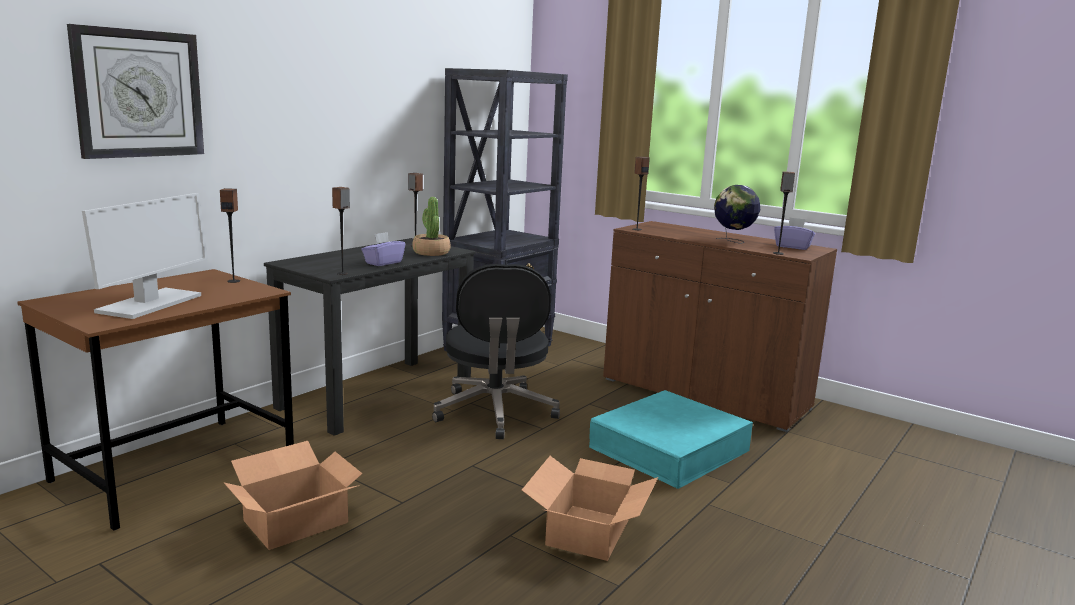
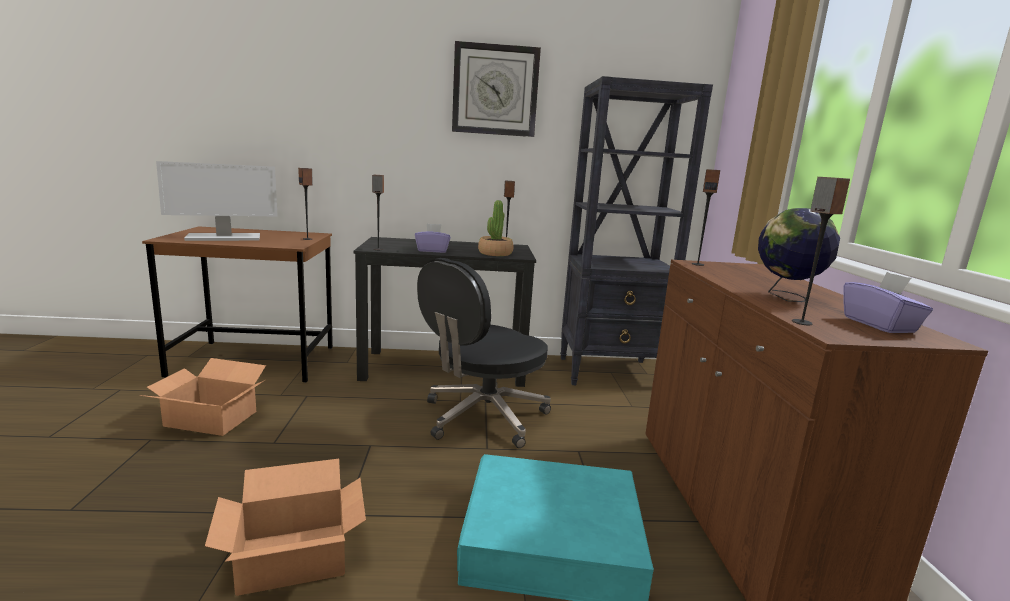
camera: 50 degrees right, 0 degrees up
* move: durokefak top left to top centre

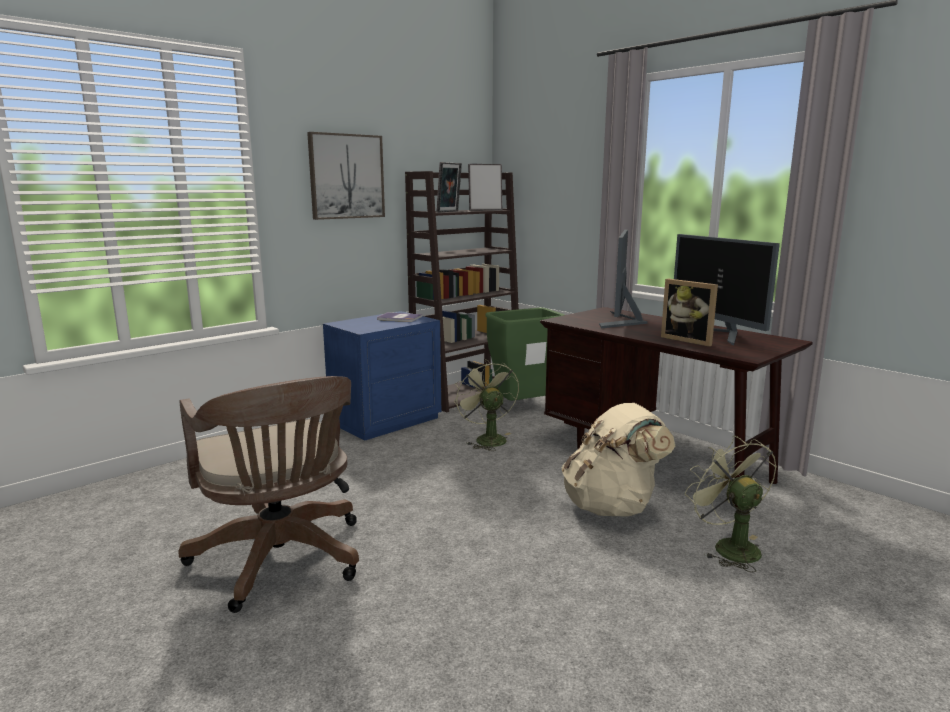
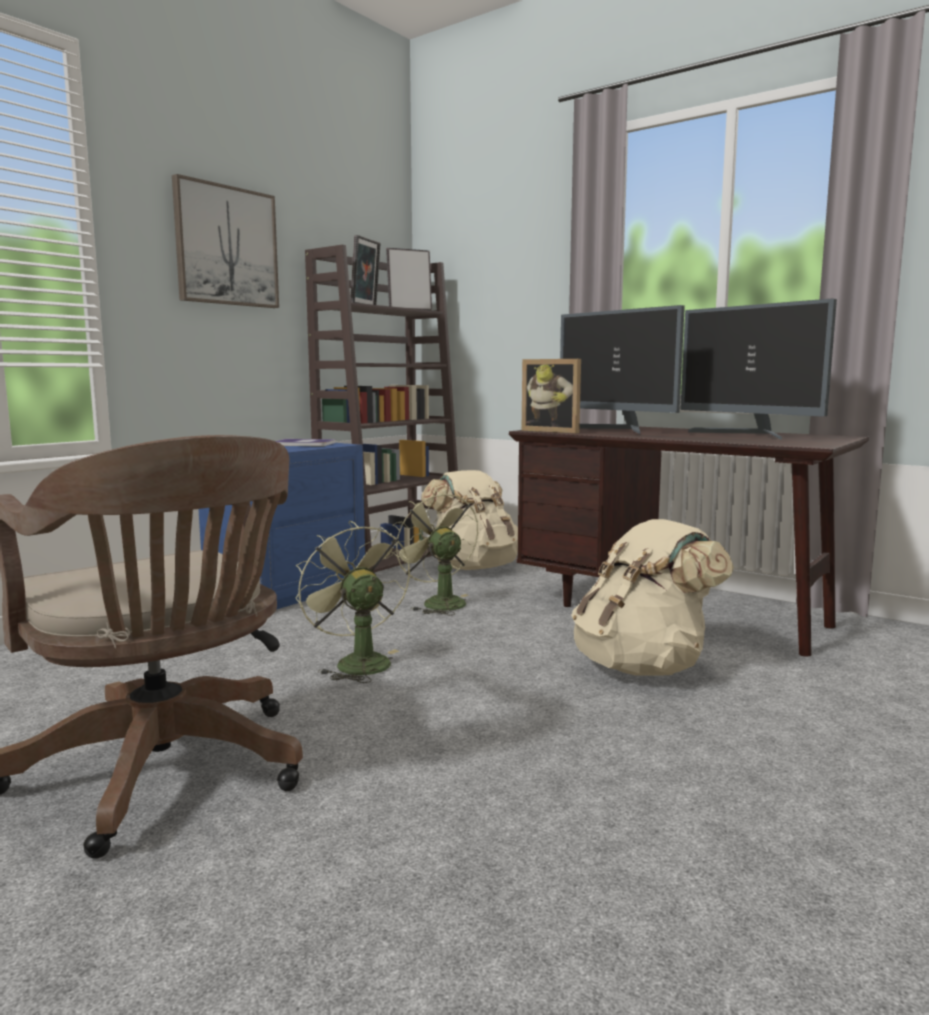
camera: 10 degrees left, 5 degrees down
* move: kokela (3rd from left) middle right to centre
* move: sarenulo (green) (2nd from left in the first image) bottom right to sarenulo (green) (1st from left) centre
* replace: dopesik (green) centre to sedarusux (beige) (1st from left) centre
* rotate: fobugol (1st from left) centre = middle right 45 degrees counterclockwise

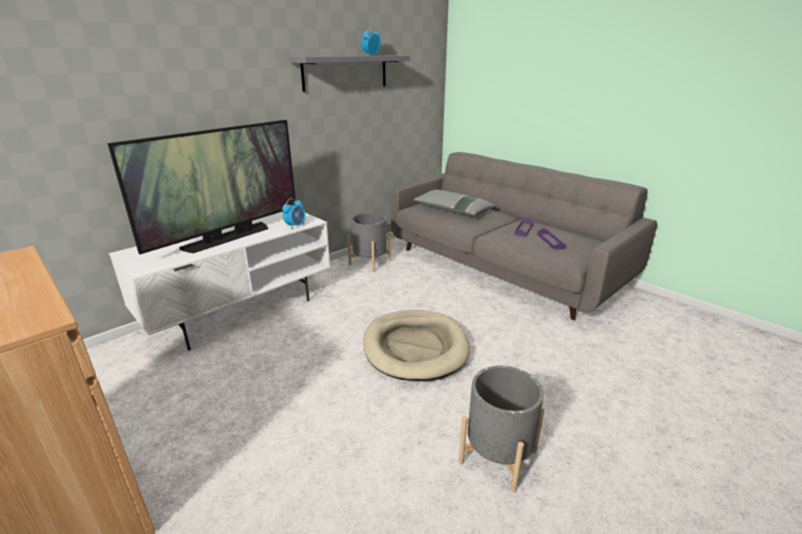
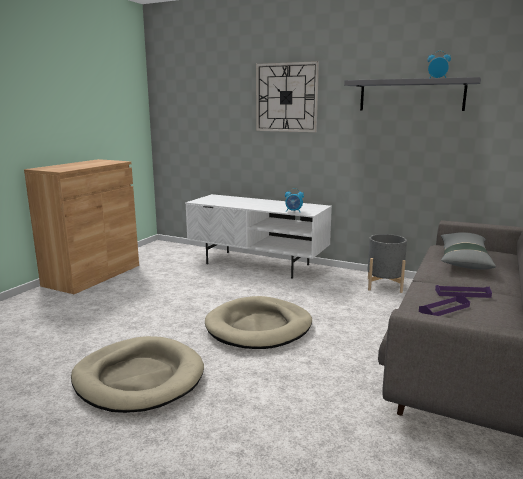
camera: 70 degrees right, 10 degrees down
* delete: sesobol middle left
* insert: durokefak top centre
* replace: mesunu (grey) (2nd from left) bottom centre to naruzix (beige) (1st from left) bottom left

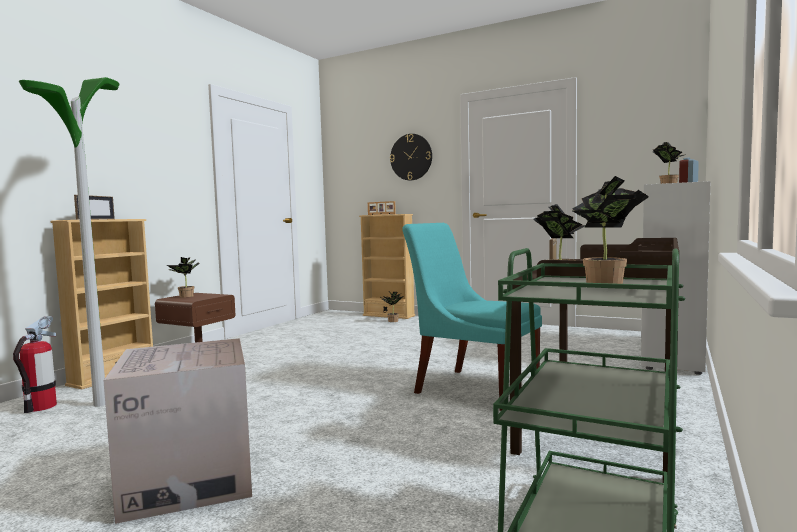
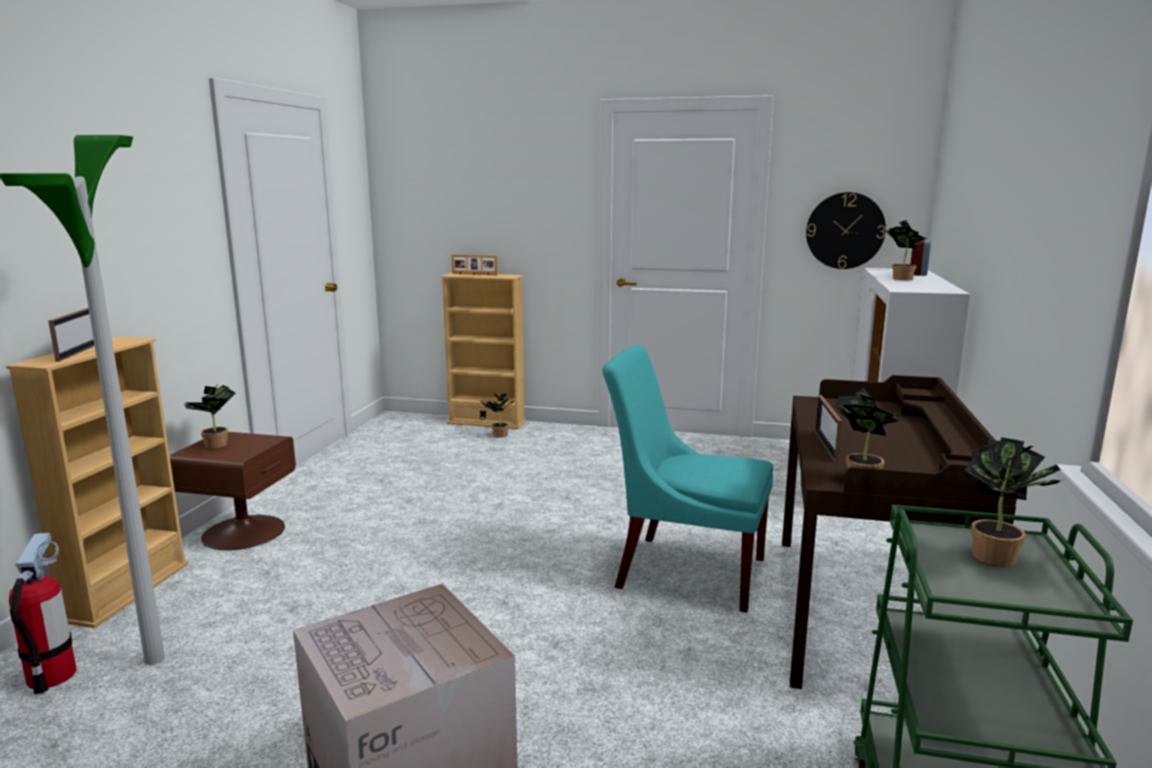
camera: 15 degrees left, 10 degrees up
* move: durokefak top centre to top right

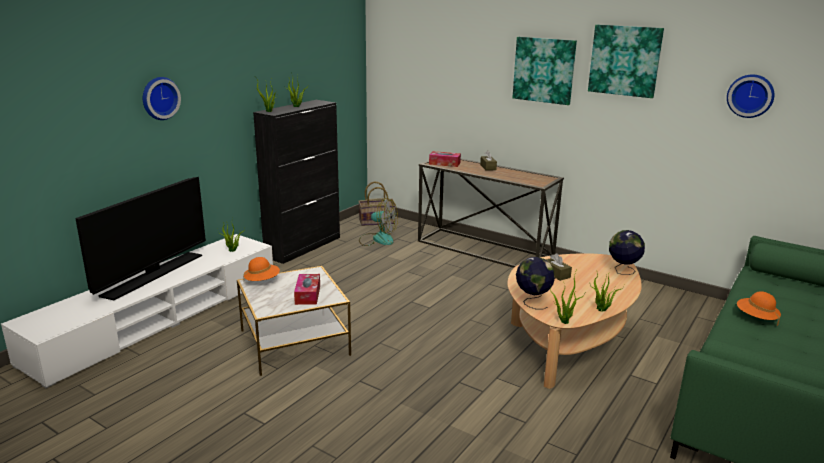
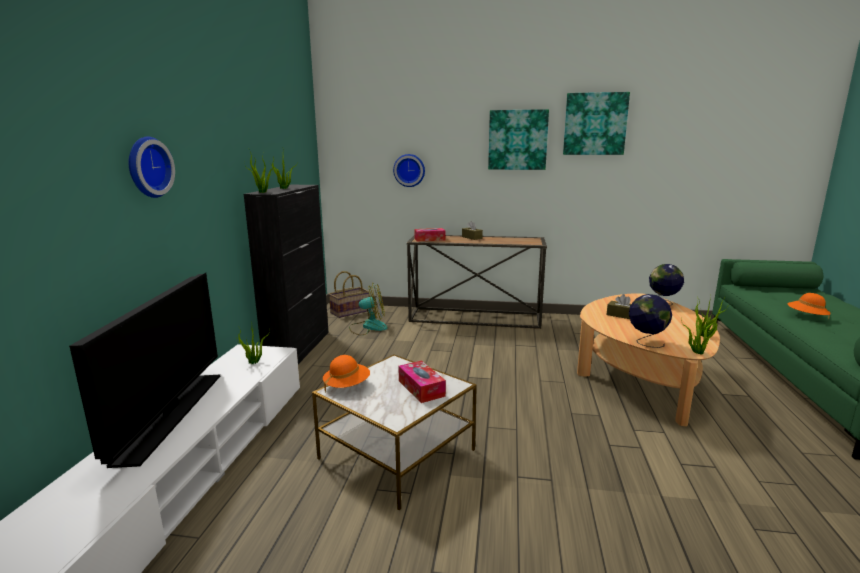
camera: 25 degrees left, 5 degrees down
* move: durokefak (2nd from left) top right to top centre

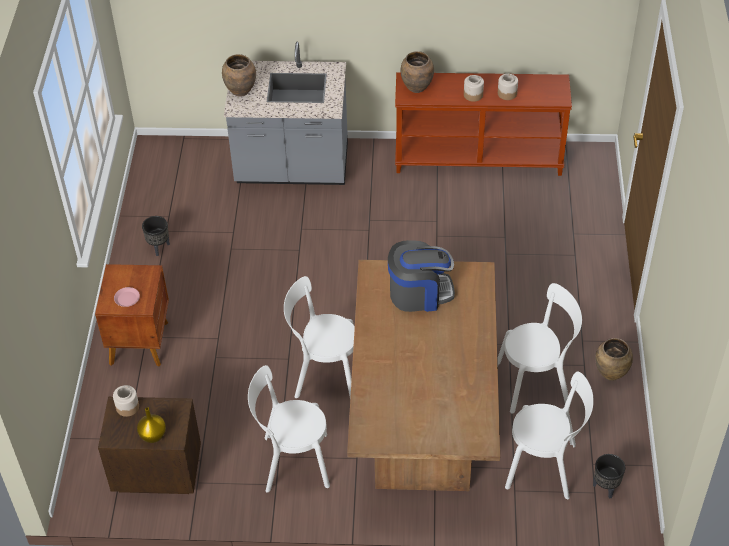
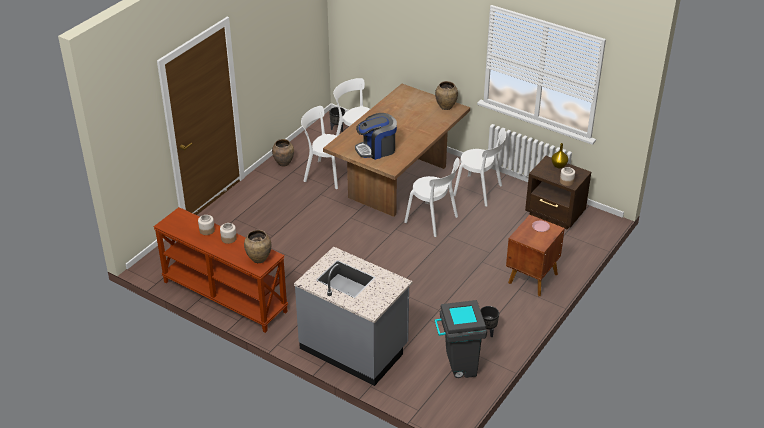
camera: 150 degrees left, 10 degrees down
* insert: dopesik (grey) bottom centre
* move: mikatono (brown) (1st from left in the first image) top left to mikatono (brown) (3rd from left) top centre
* rotate: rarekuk centre = top centre 45 degrees counterclockwise

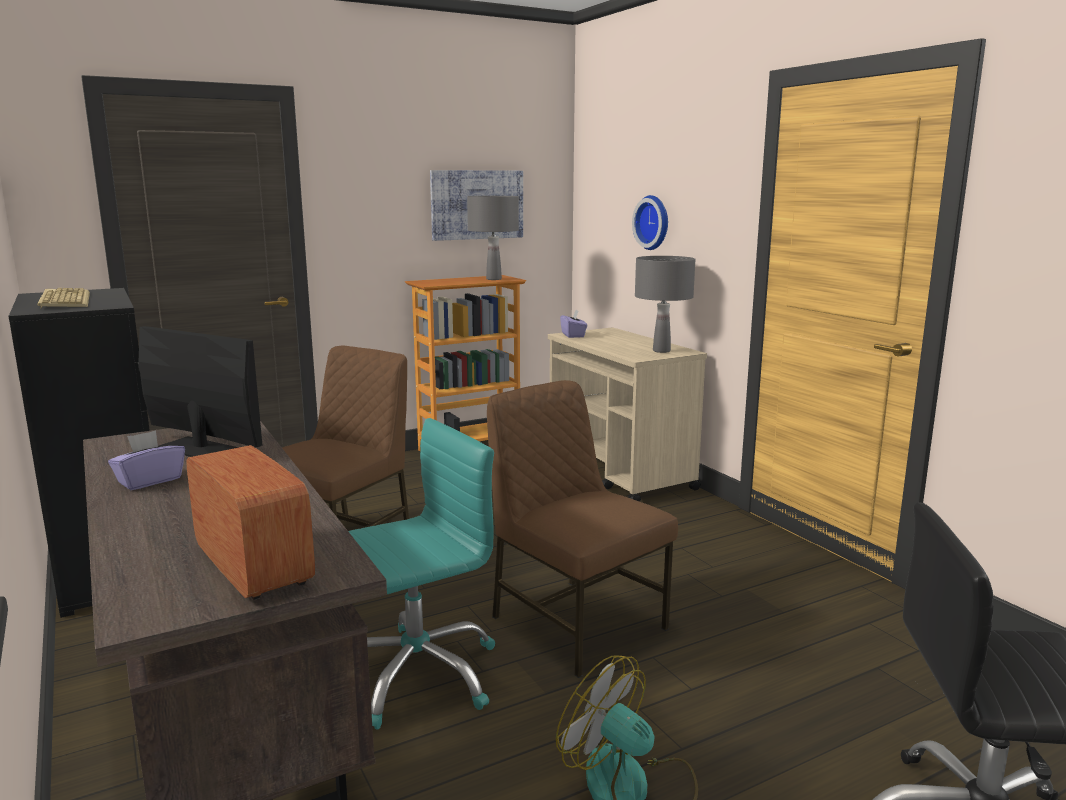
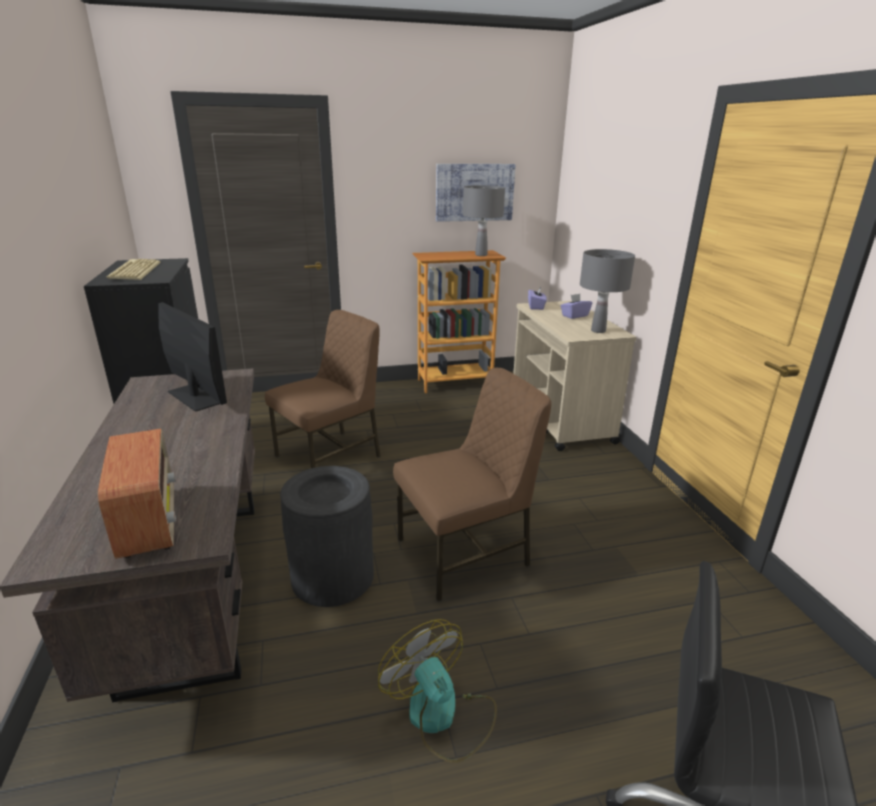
camera: 15 degrees right, 10 degrees up
* delete: durokefak top centre
* move: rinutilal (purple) (1st from left in the first image) middle left to rinutilal (purple) (2nd from left) centre
* replace: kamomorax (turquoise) bottom centre to dopesik (black) centre
* rotate: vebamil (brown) (2nd from left) centre = centre 90 degrees clockwise

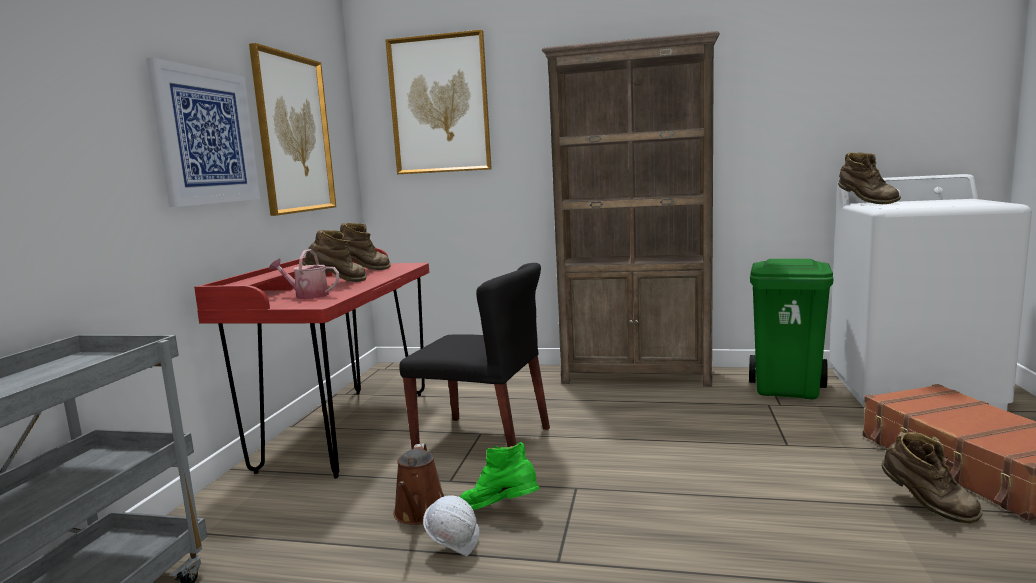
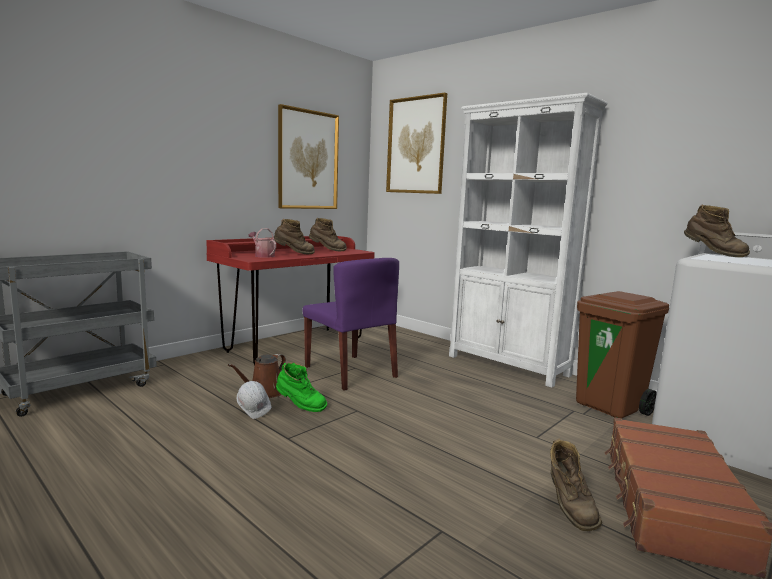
camera: 30 degrees right, 0 degrees up
* delete: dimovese (1st from left) top left
* recolor: vebamil (black) centre to vebamil (purple) centre
* recolor: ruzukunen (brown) centre to ruzukunen (white) middle right
* recolor: dopesik (green) middle right to dopesik (brown) middle right
* rotate: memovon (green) bottom centre = bottom centre 150 degrees clockwise
* rotate: memovon (brown) (3rd from left in the first image) top right = middle right 45 degrees counterclockwise

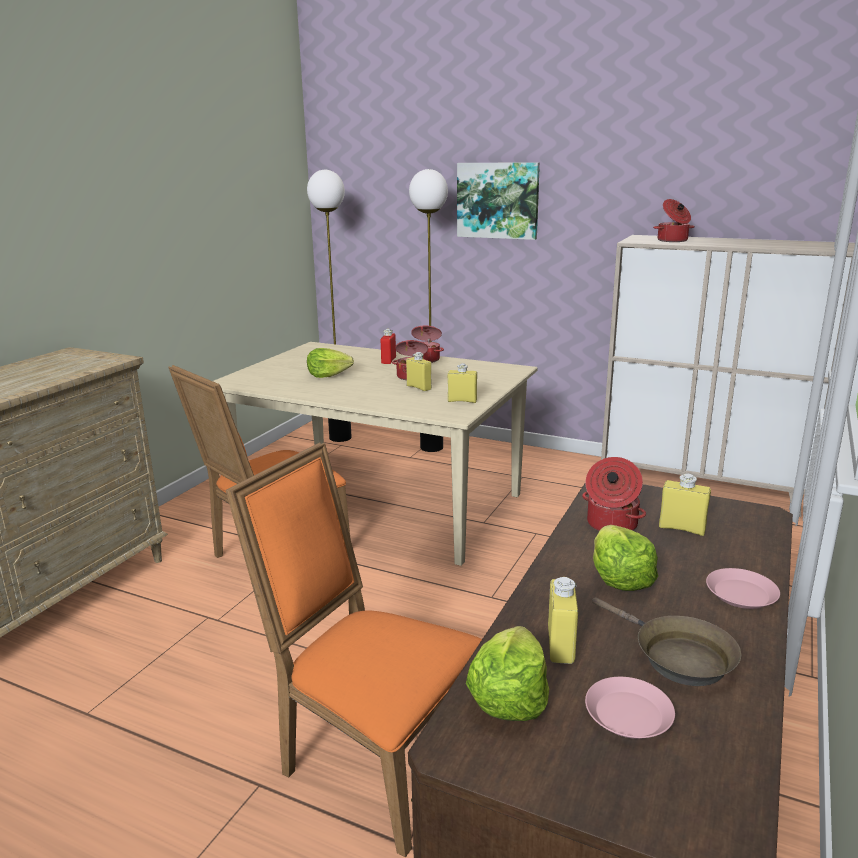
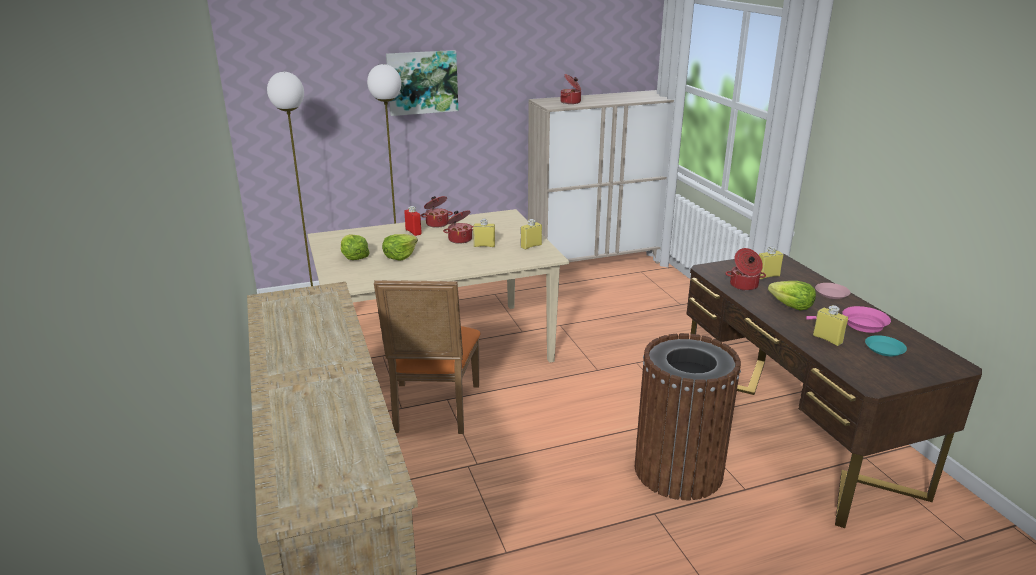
camera: 45 degrees left, 5 degrees up
* move: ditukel (2nd from left in the first image) bottom centre to ditukel (1st from left) centre
* replace: vebamil (orange) (2nd from left) bottom centre to dopesik (brown) bottom centre
* recolor: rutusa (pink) (1st from left) bottom right to rutusa (turquoise) middle right
* recolor: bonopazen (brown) bottom right to bonopazen (pink) middle right

